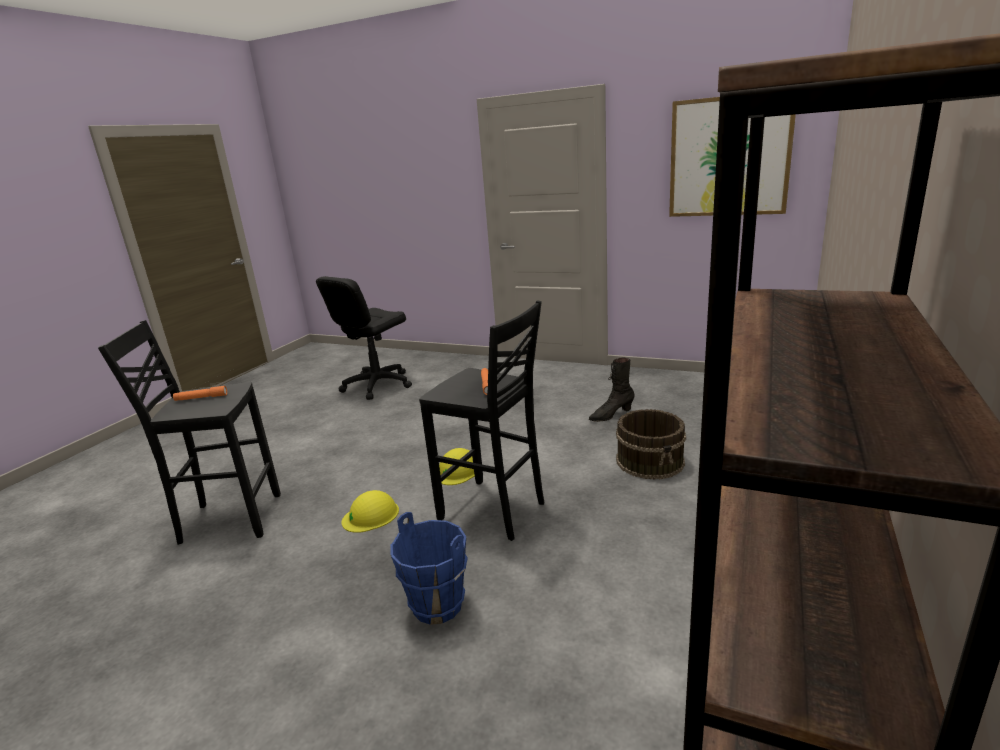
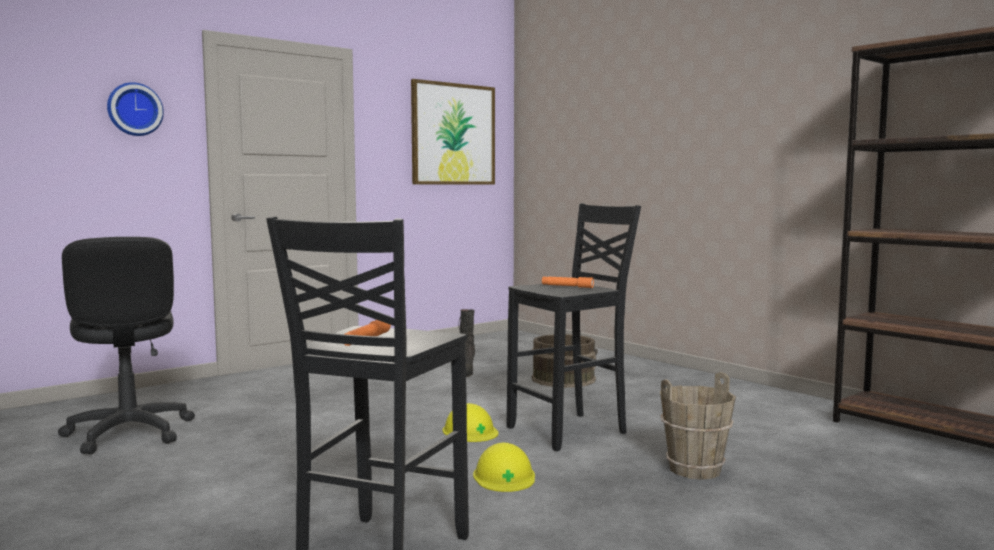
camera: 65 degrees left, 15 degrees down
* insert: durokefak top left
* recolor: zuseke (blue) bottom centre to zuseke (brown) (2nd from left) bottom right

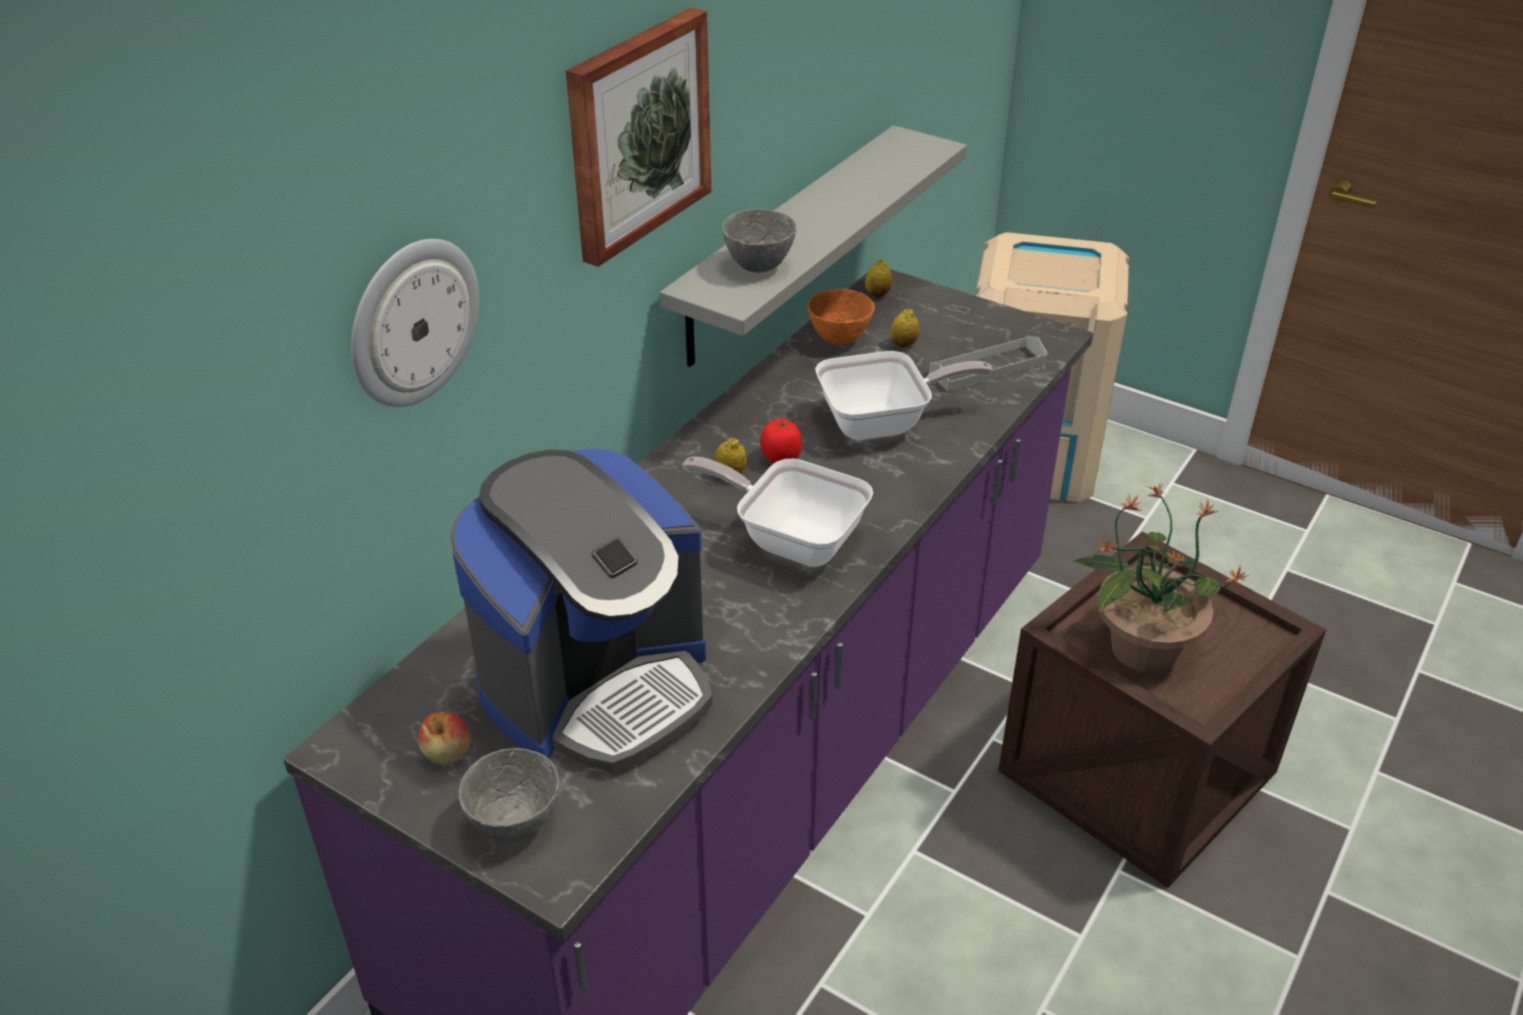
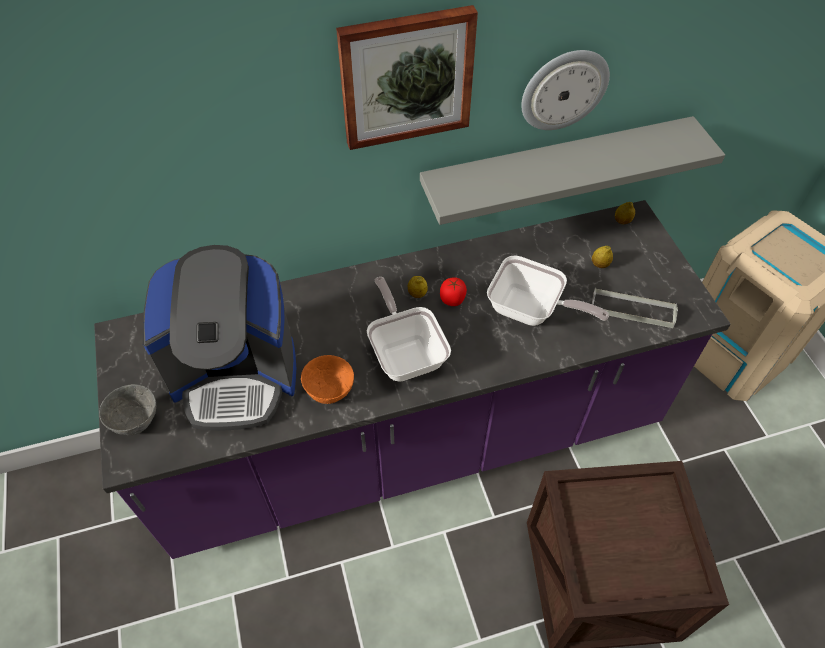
camera: 40 degrees right, 15 degrees up
* delete: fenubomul bottom left
* delete: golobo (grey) (2nd from left) top centre
* delete: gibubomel middle right
* move: durokefak top left to top right
* move: golobo (orange) top centre to centre

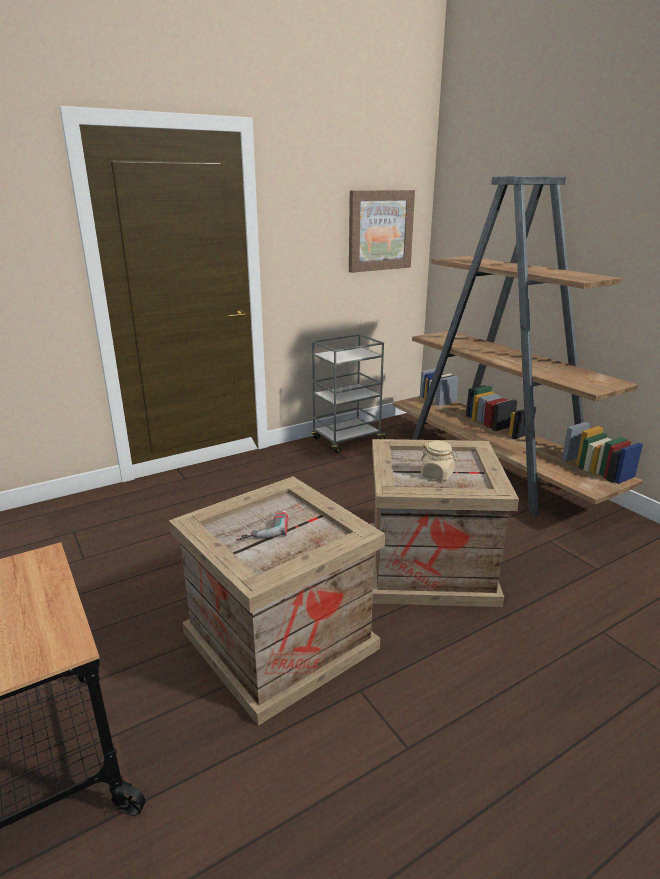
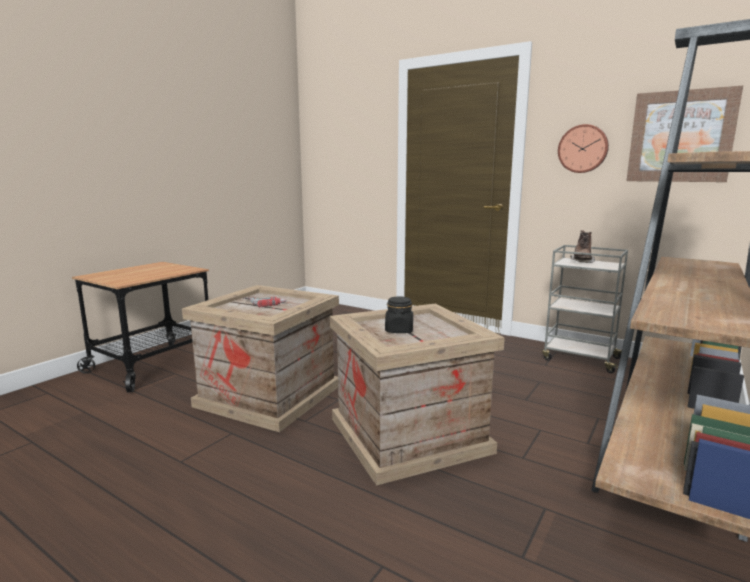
camera: 65 degrees right, 10 degrees down
* insert: durokefak top right
* insert: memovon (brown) middle right
* recolor: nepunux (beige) centre to nepunux (black) centre

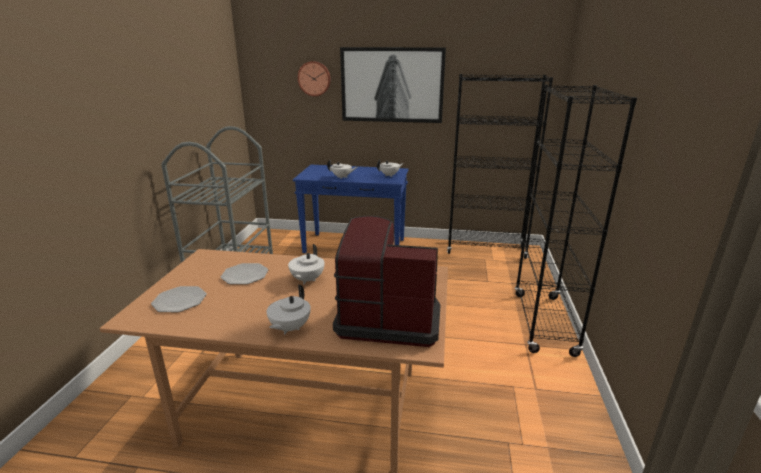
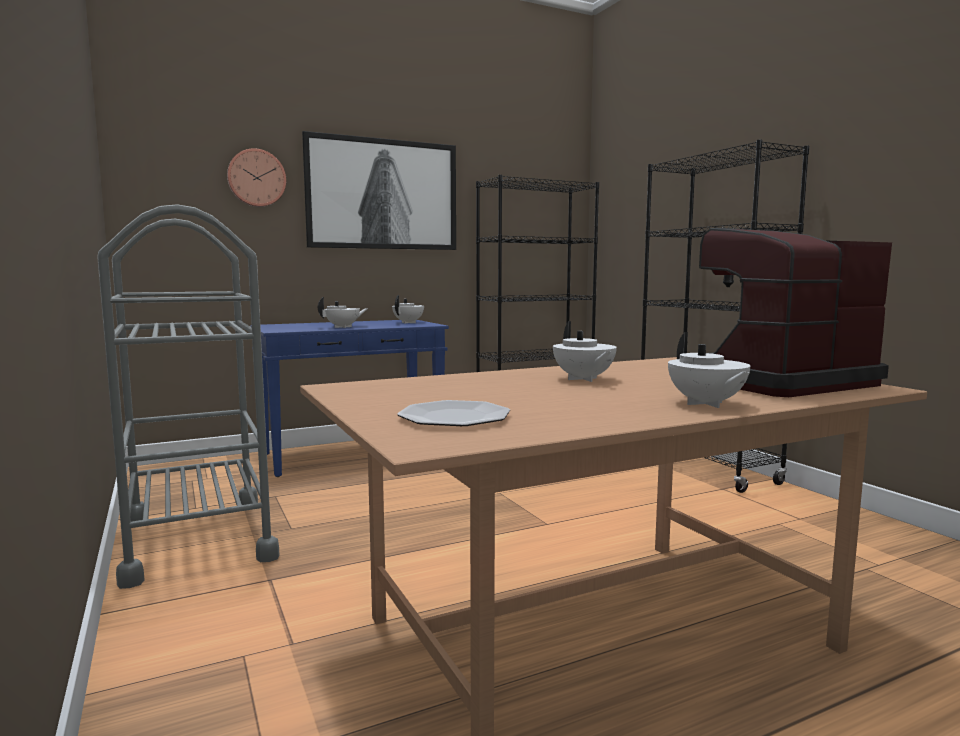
camera: 35 degrees left, 15 degrees down
* delete: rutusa (2nd from left) middle left

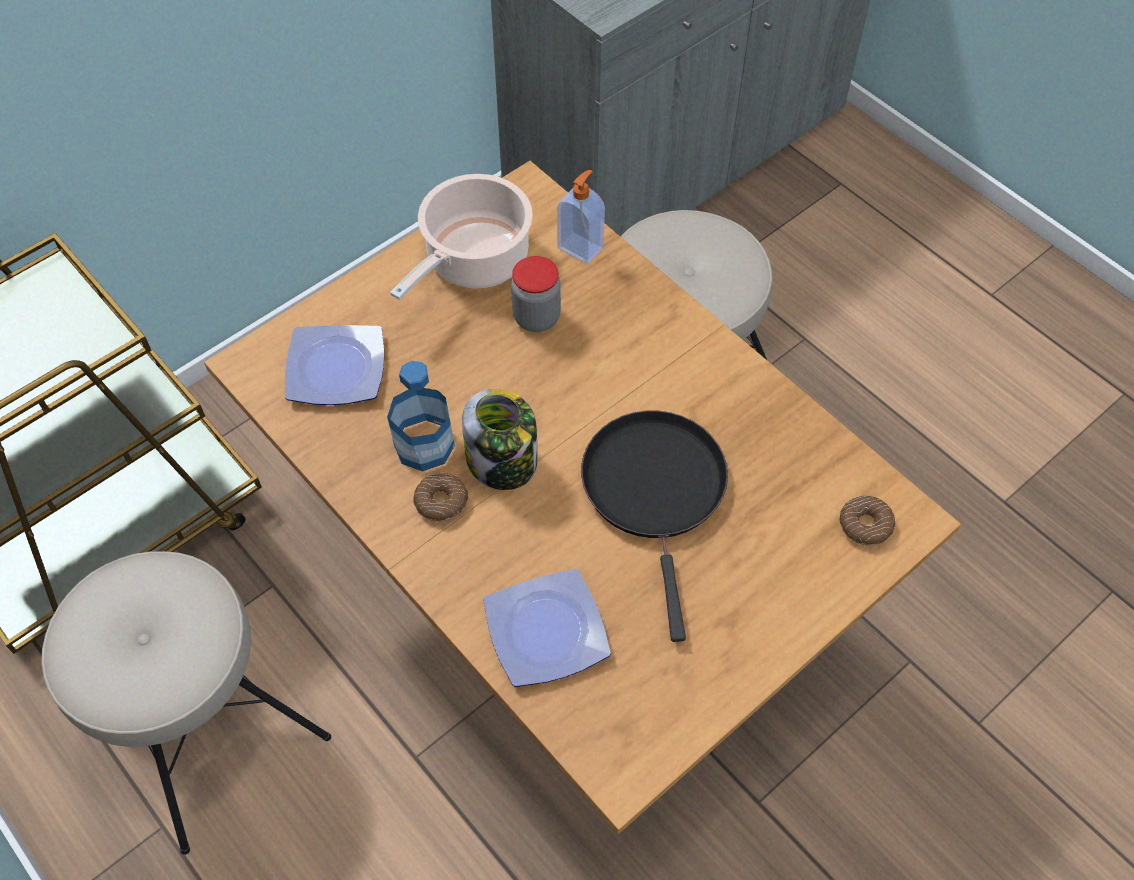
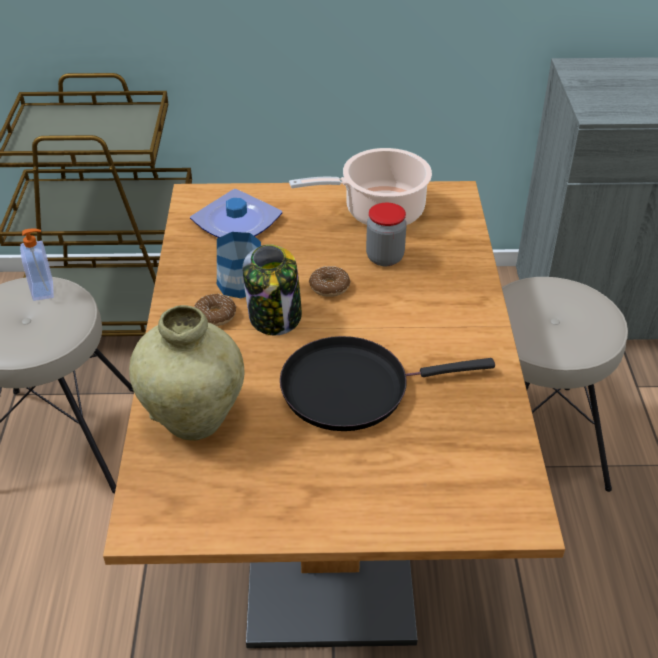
camera: 40 degrees right, 15 degrees down
* move: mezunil top centre to middle left
* move: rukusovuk (2nd from left) middle right to centre
* replace: rutusa (2nd from left) bottom centre to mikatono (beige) middle left
* rotate: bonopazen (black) centre = centre 135 degrees counterclockwise

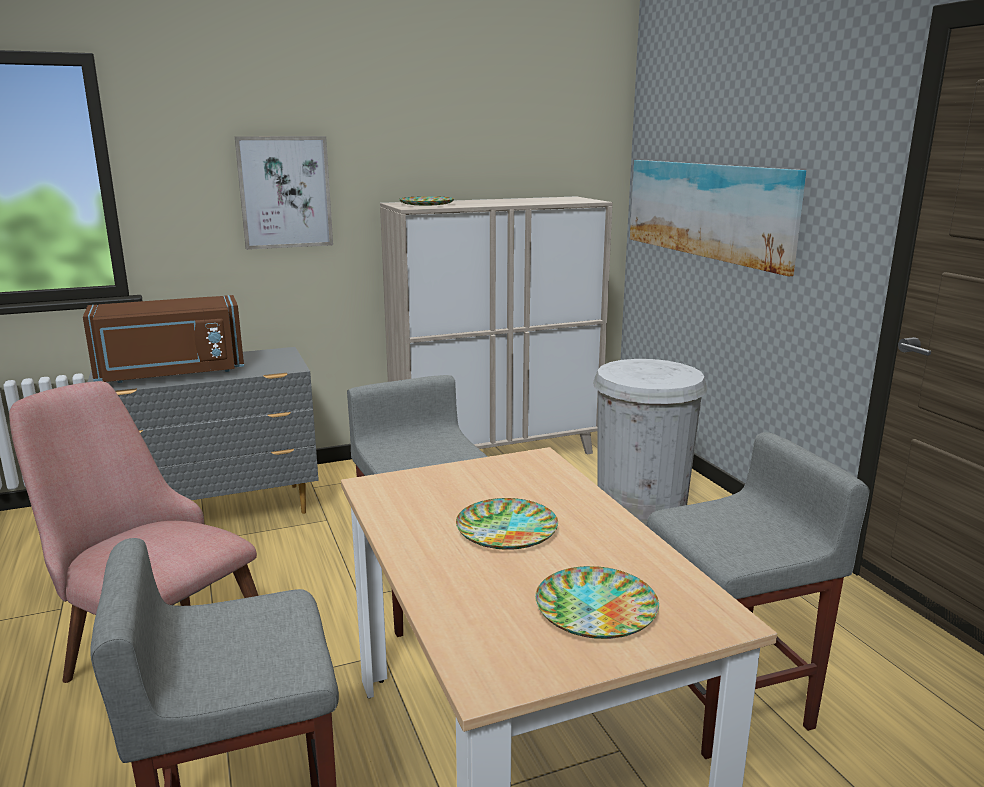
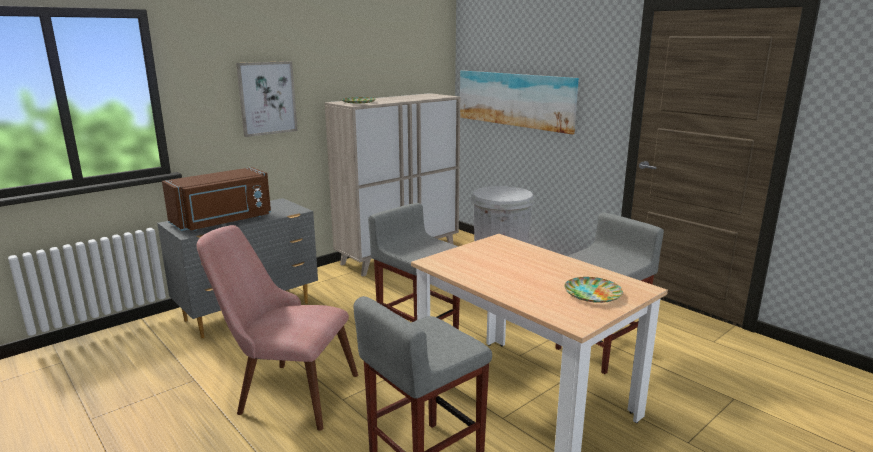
camera: 20 degrees left, 0 degrees up
* delete: rutusa (2nd from left) centre

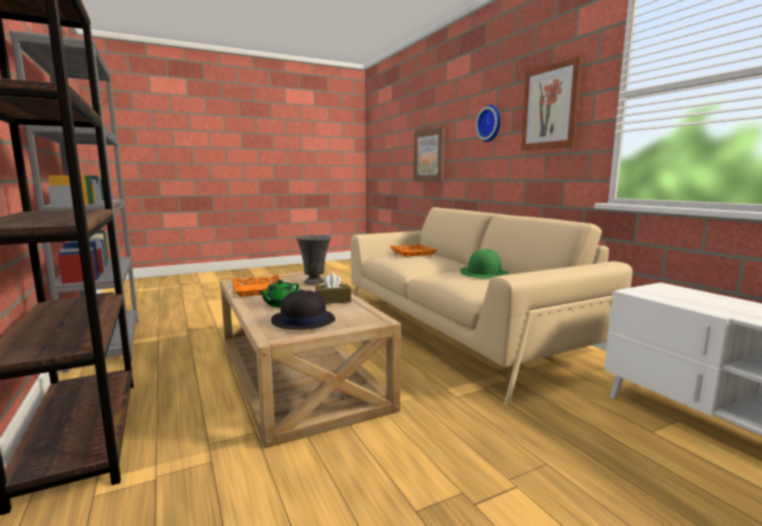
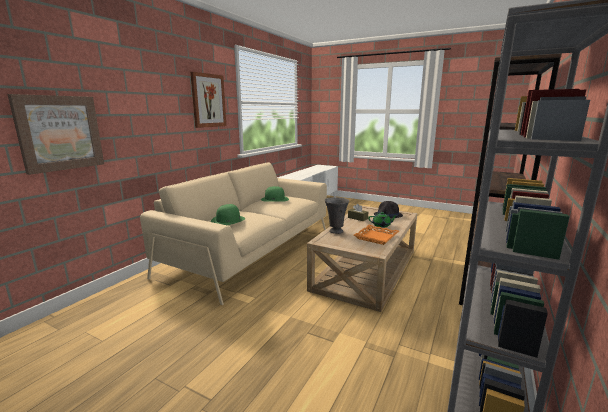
camera: 125 degrees left, 5 degrees up
* delete: durokefak top centre
* replace: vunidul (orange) (2nd from left) centre to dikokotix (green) (1st from left) centre

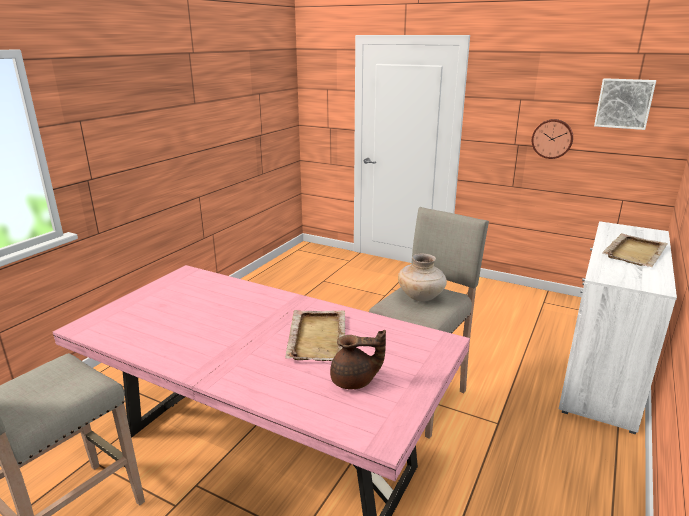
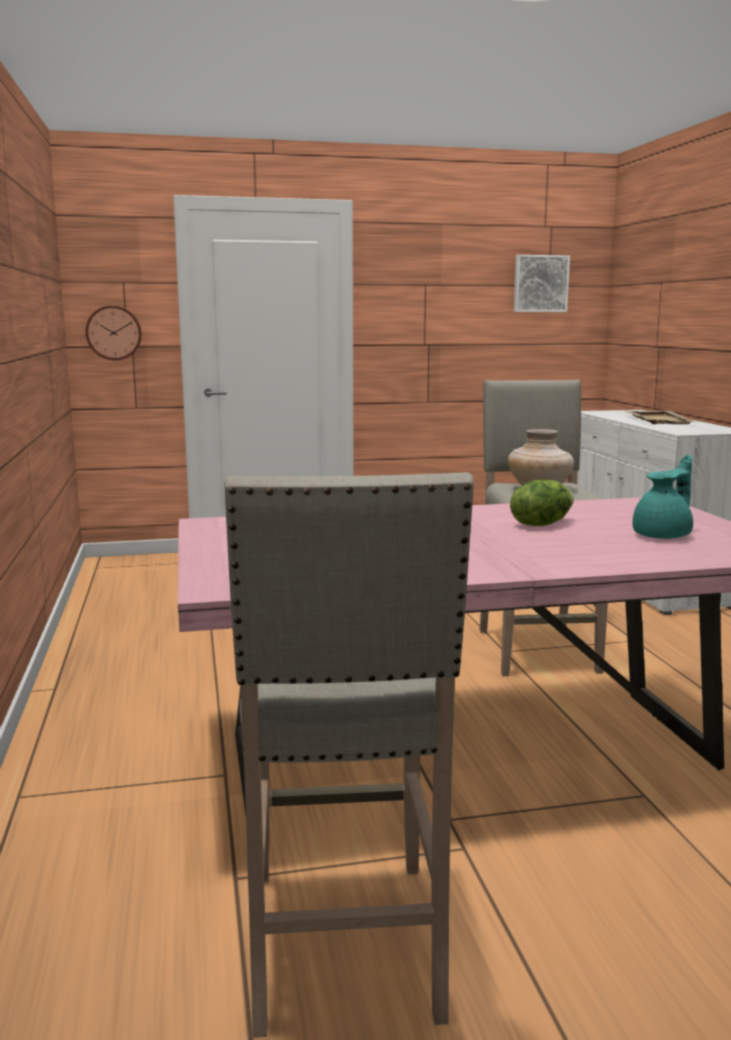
camera: 40 degrees left, 10 degrees down
* move: durokefak top right to top left
* replace: vunidul (beige) (1st from left) centre to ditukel middle right
* recolor: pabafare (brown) bottom centre to pabafare (turquoise) middle right

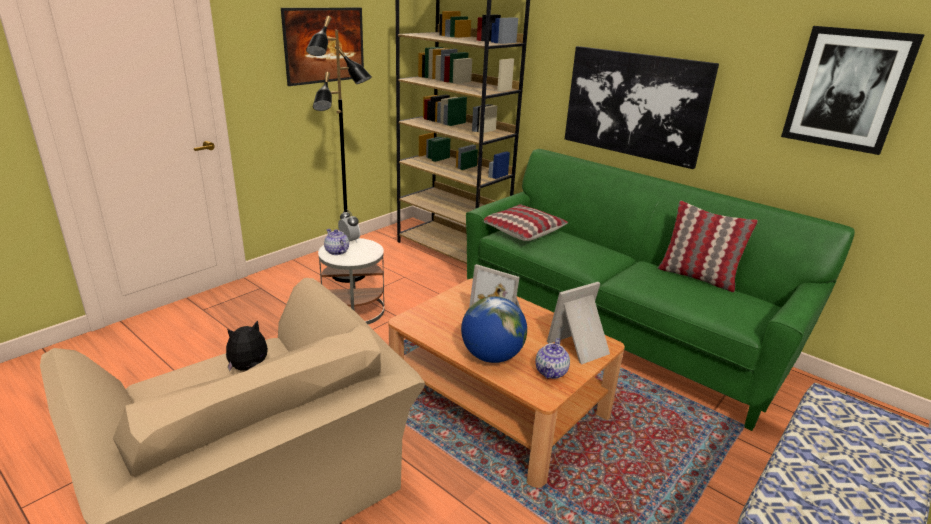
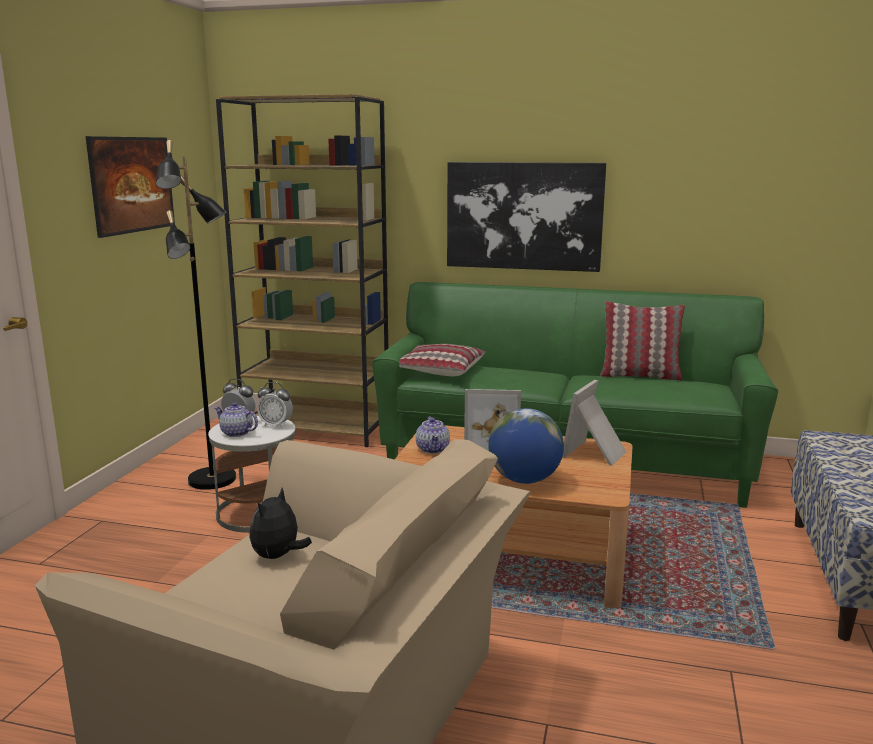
camera: 25 degrees left, 10 degrees down
* delete: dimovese (3rd from left) top right
* insert: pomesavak (2nd from left) middle left
* move: pabafare (2nd from left) bottom centre to centre

